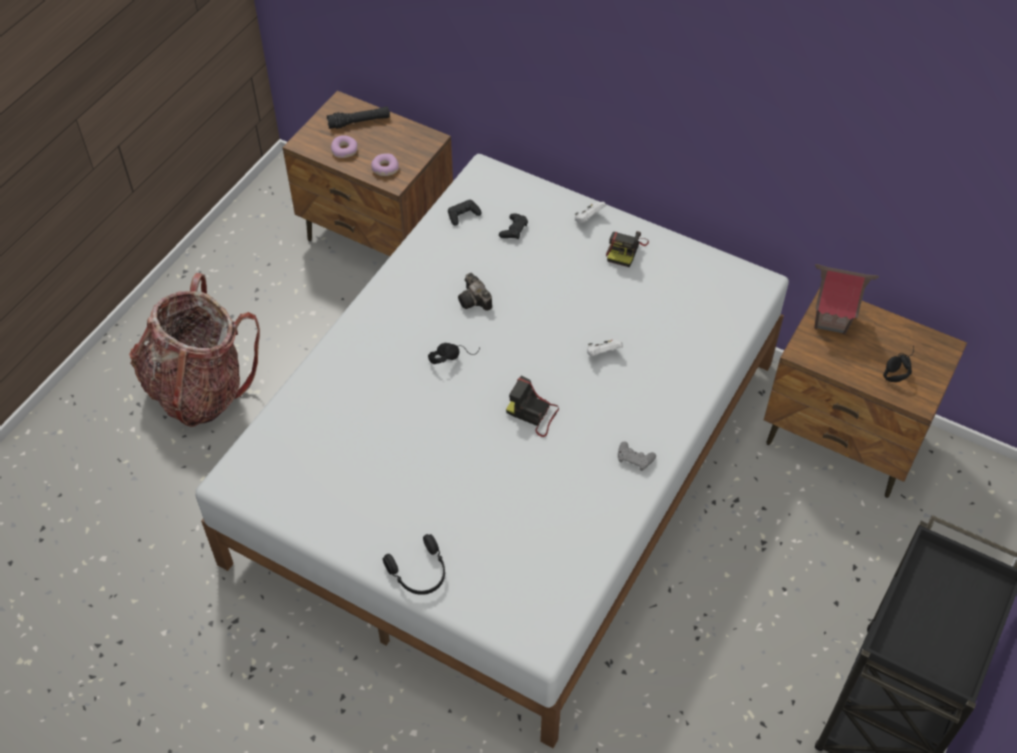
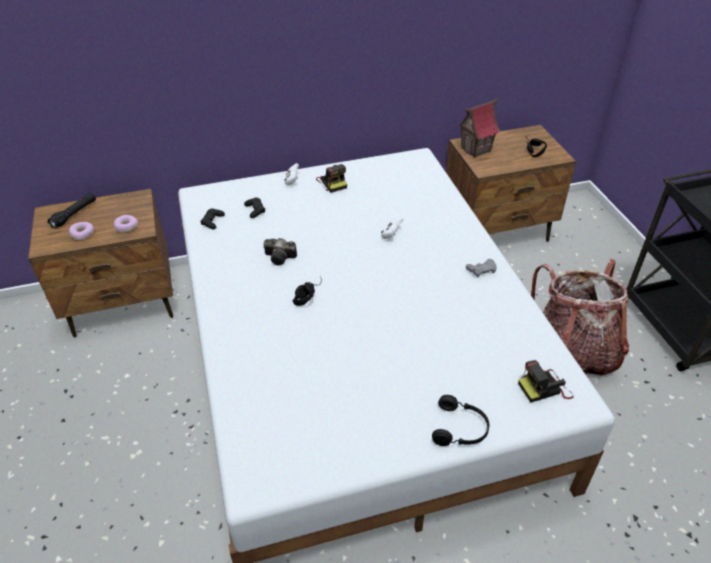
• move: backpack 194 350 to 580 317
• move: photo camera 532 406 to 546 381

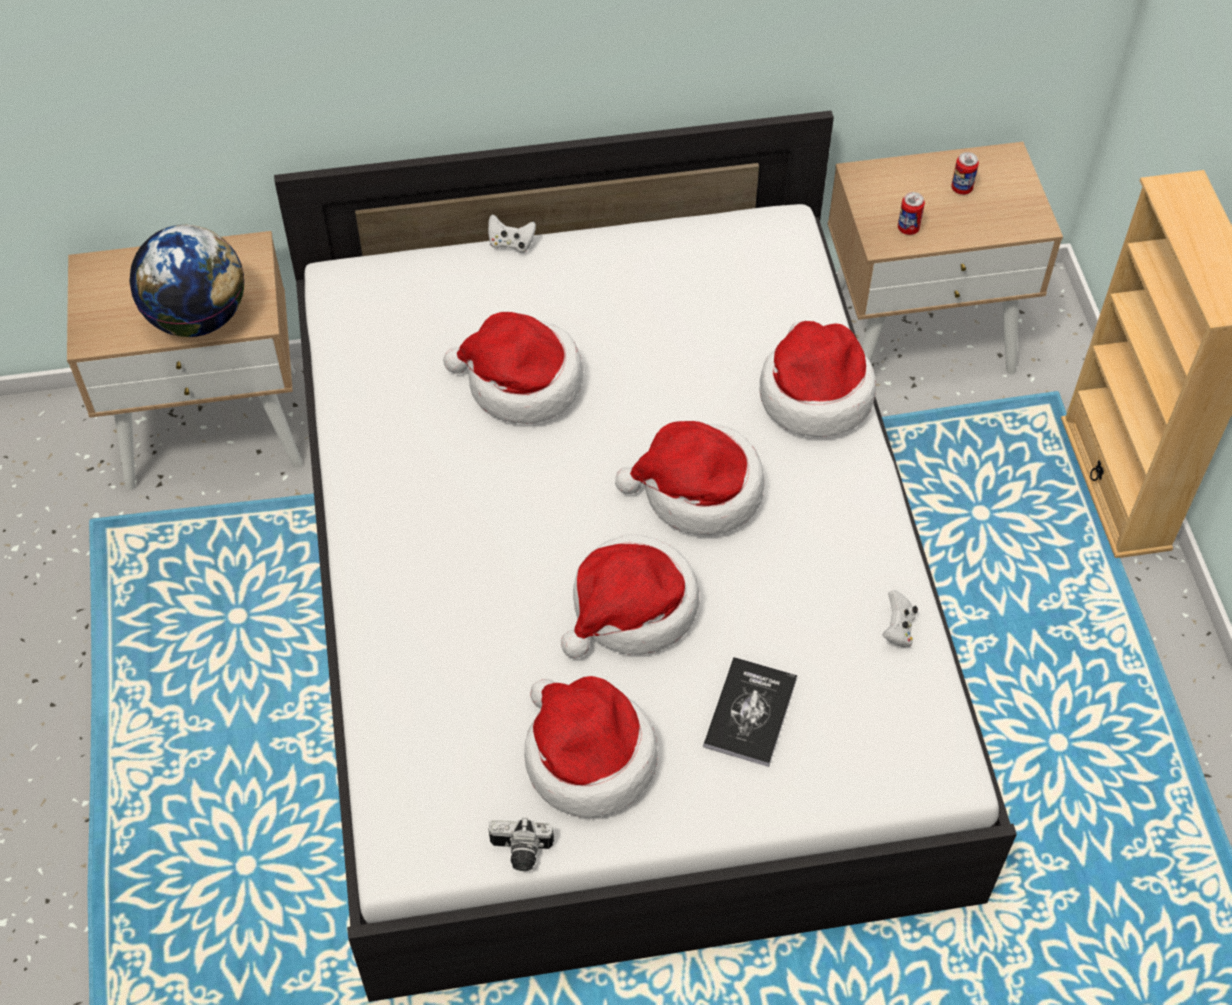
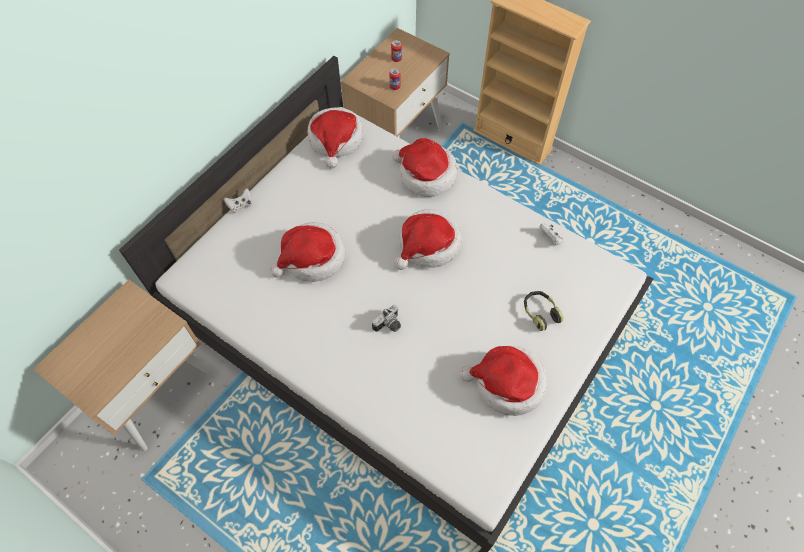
• delete: desk globe 187 281
• move: photo camera 521 844 to 386 318
• move: wearable hat 630 596 to 335 137
• replace: volume 750 712 to headset 543 311

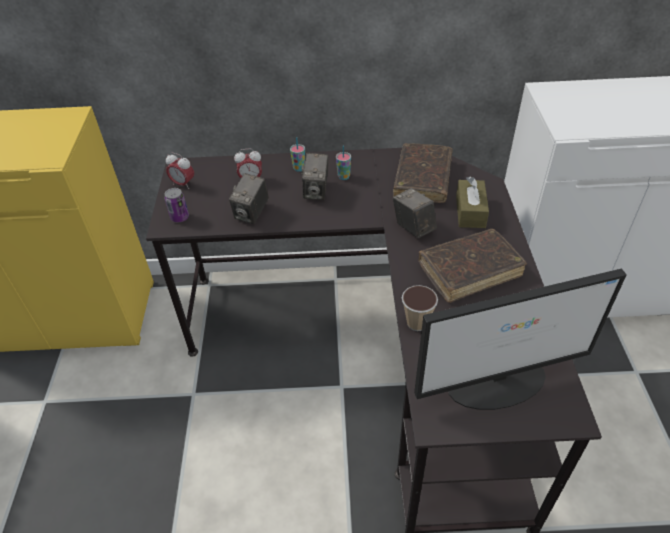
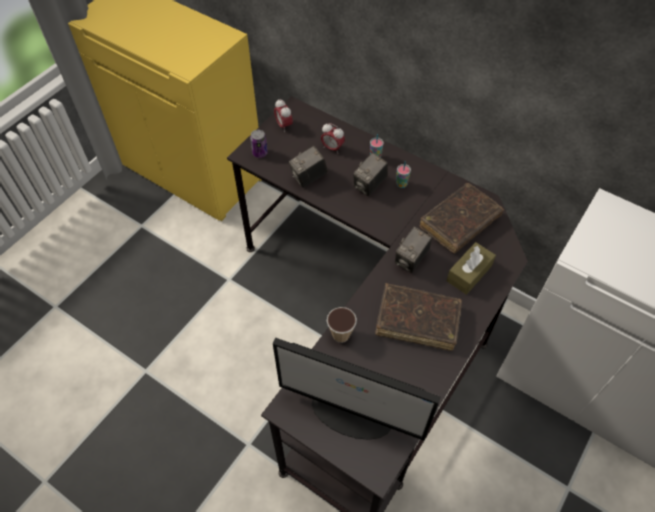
• rotate: photo camera 415 213 = 413 249 150 degrees counterclockwise

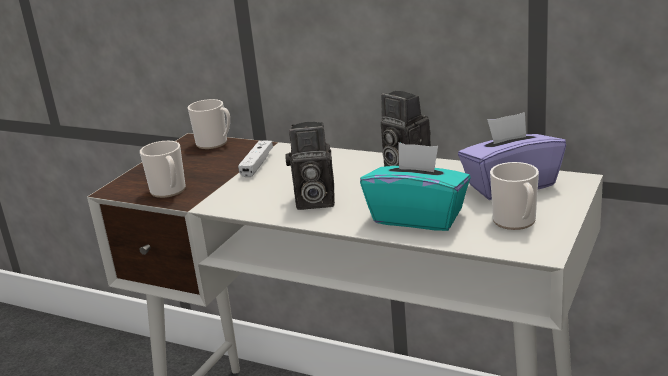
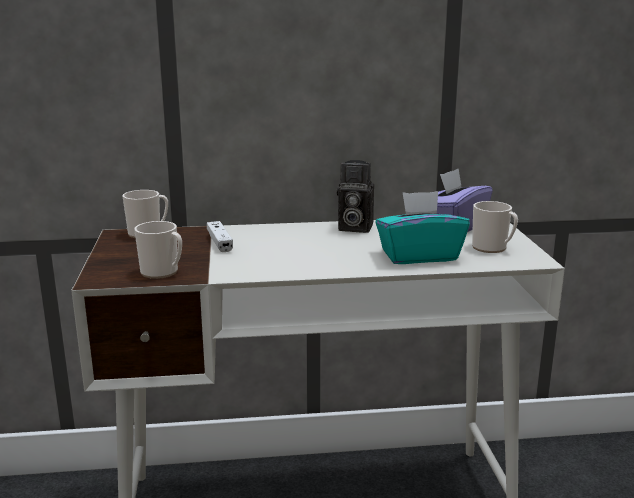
• delete: photo camera 310 166

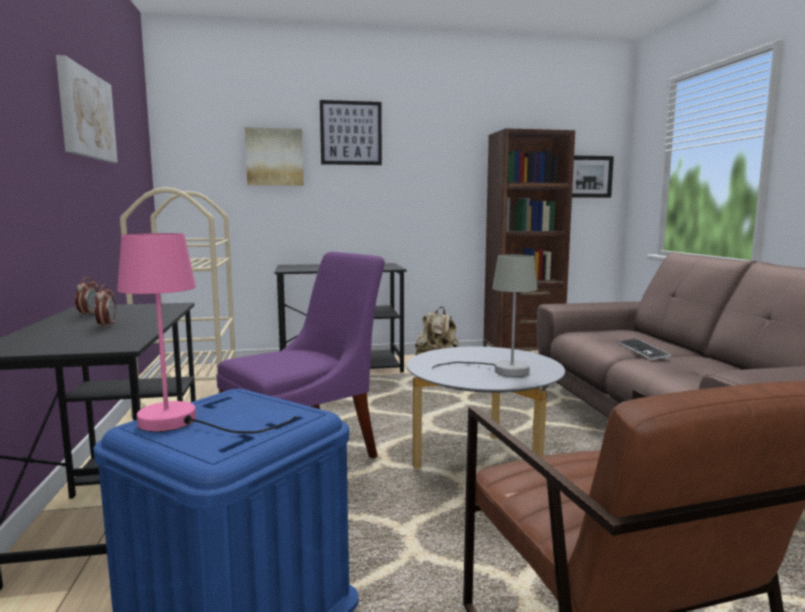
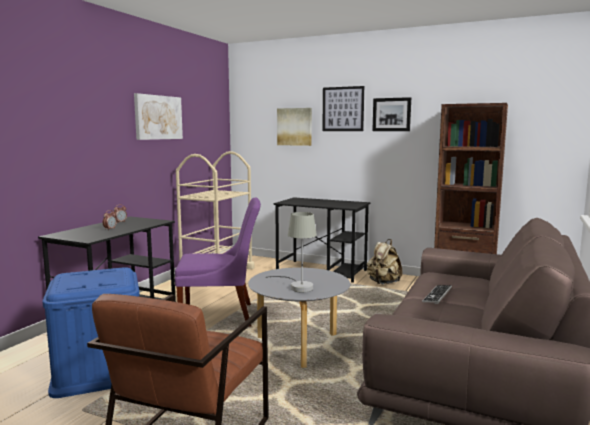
• delete: pinkish table lamp 206 333
• move: wall picture 593 176 to 391 114

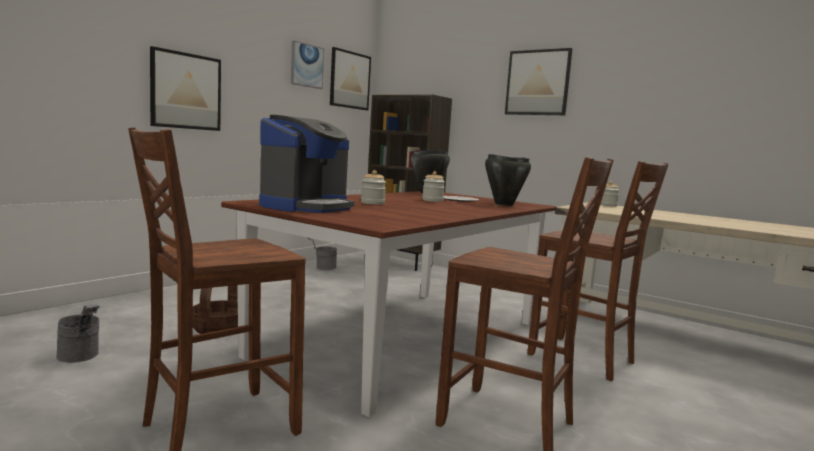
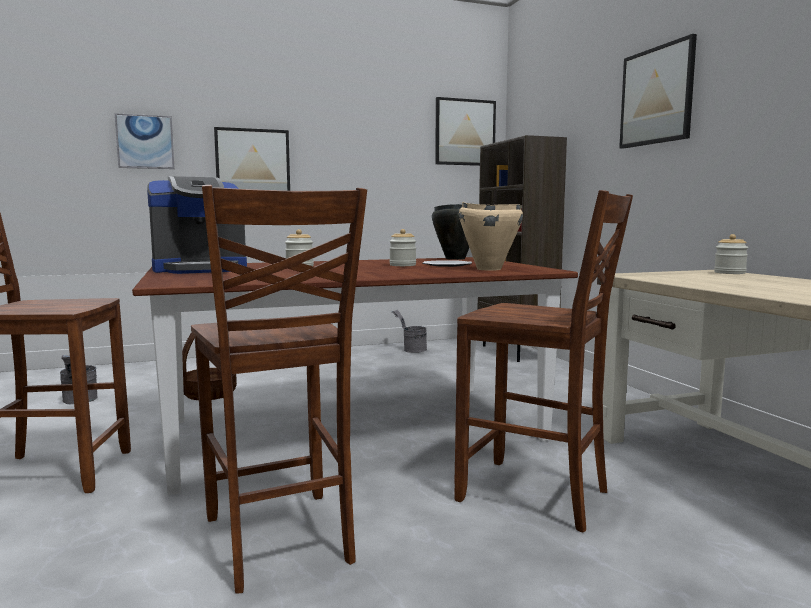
• move: wall picture 307 64 to 145 141
• recolor: blackish stockpot 508 180 to sand-coloured stockpot 491 236
• rotate: brown-coloured upright chair 598 271 = 543 361 45 degrees counterclockwise

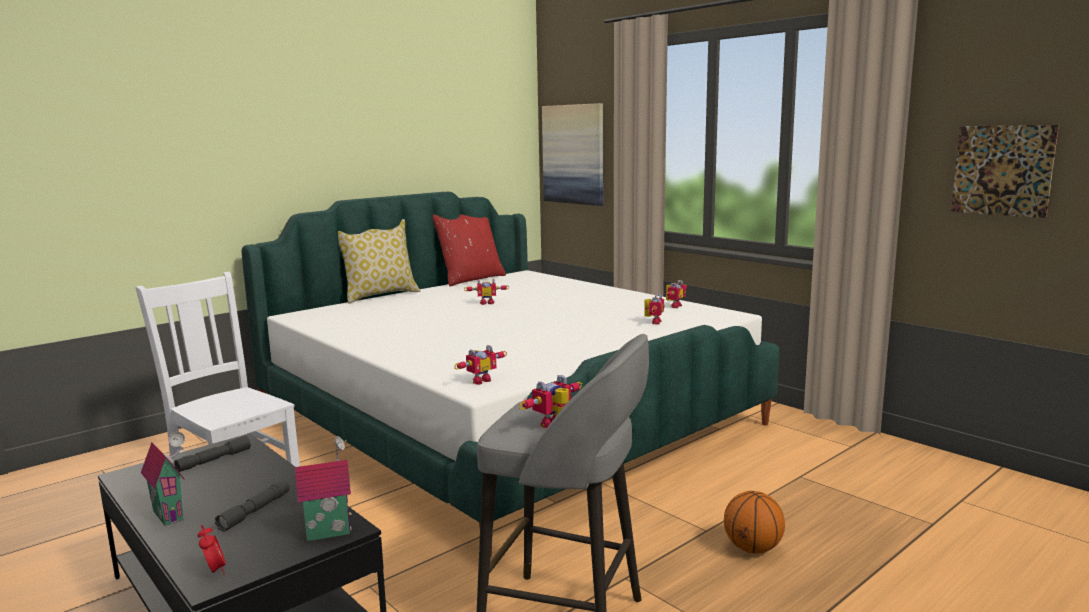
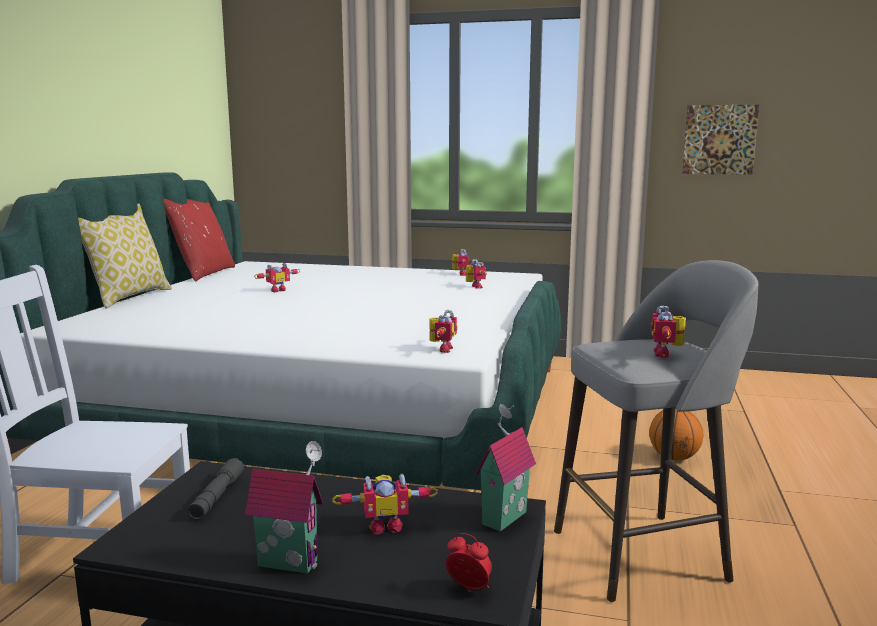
• replace: gray torch 252 506 to robot figure 385 503
• delete: wall picture 572 154

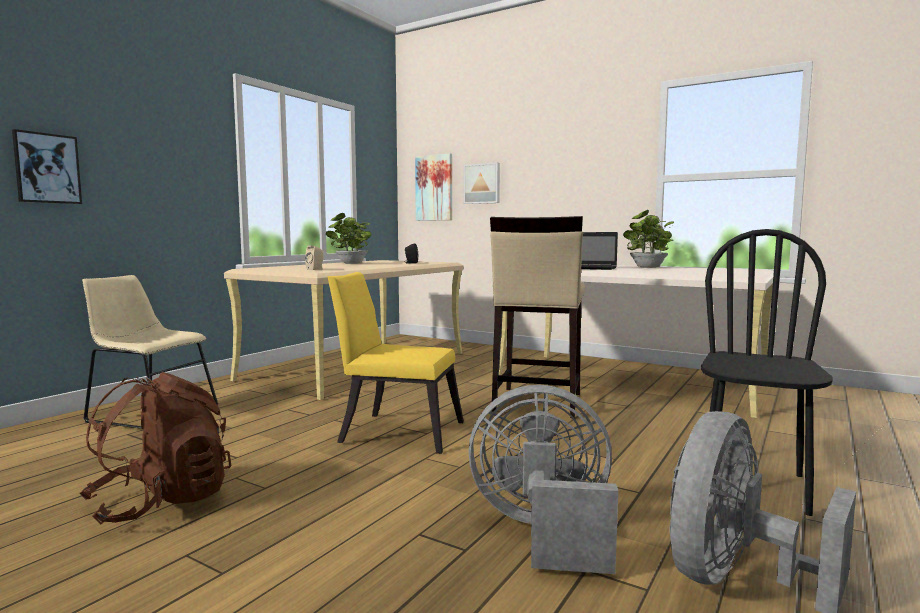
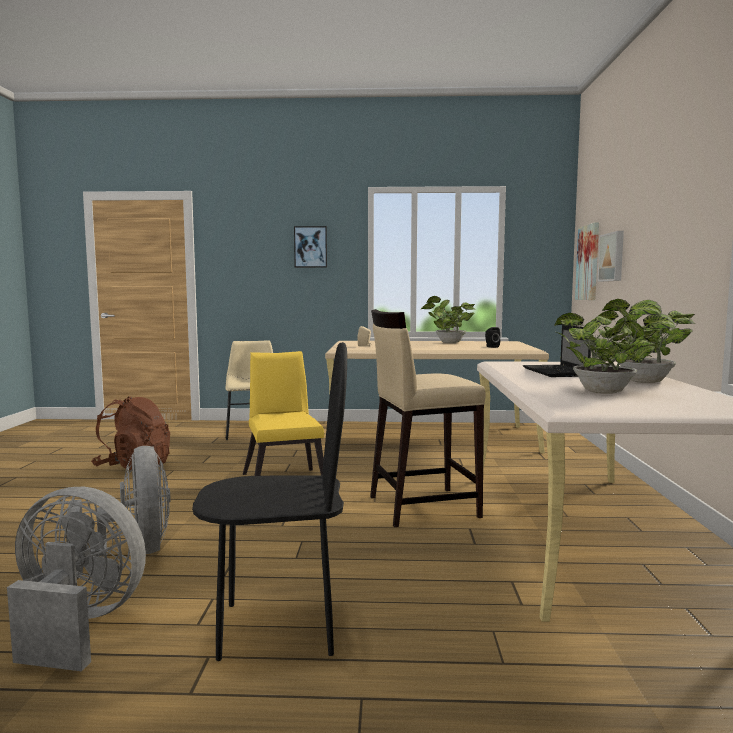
• move: wall picture 47 166 to 310 247
• insert: potted plant 615 347

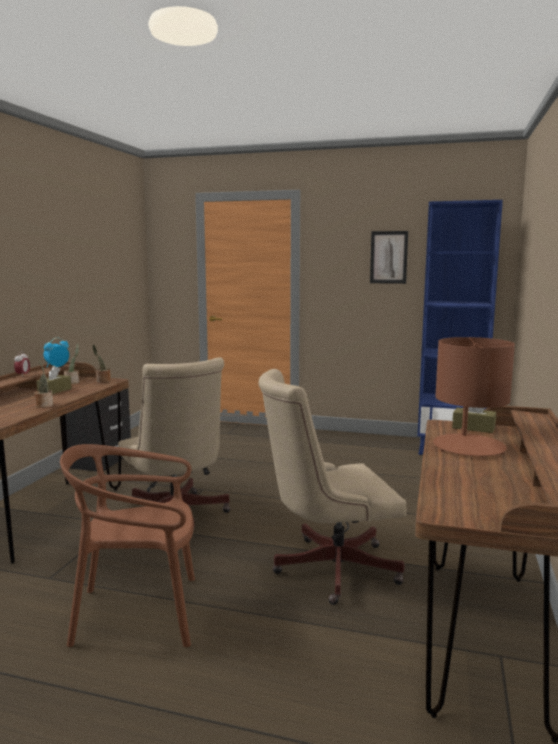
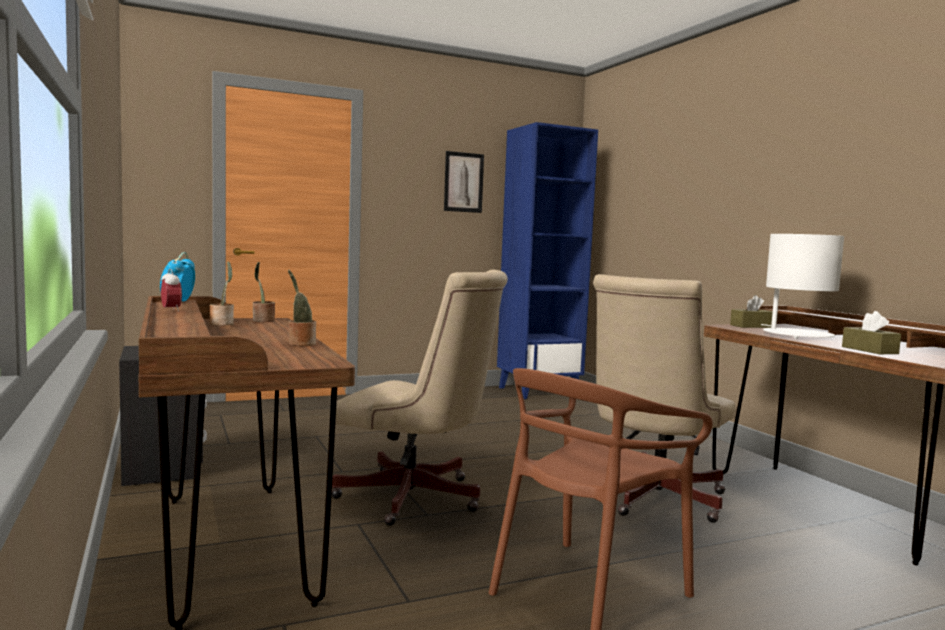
• move: brown-coloured tissue holder 54 380 to 871 332
• recolor: brown-coloured table lamp 474 396 to white-coloured table lamp 802 286

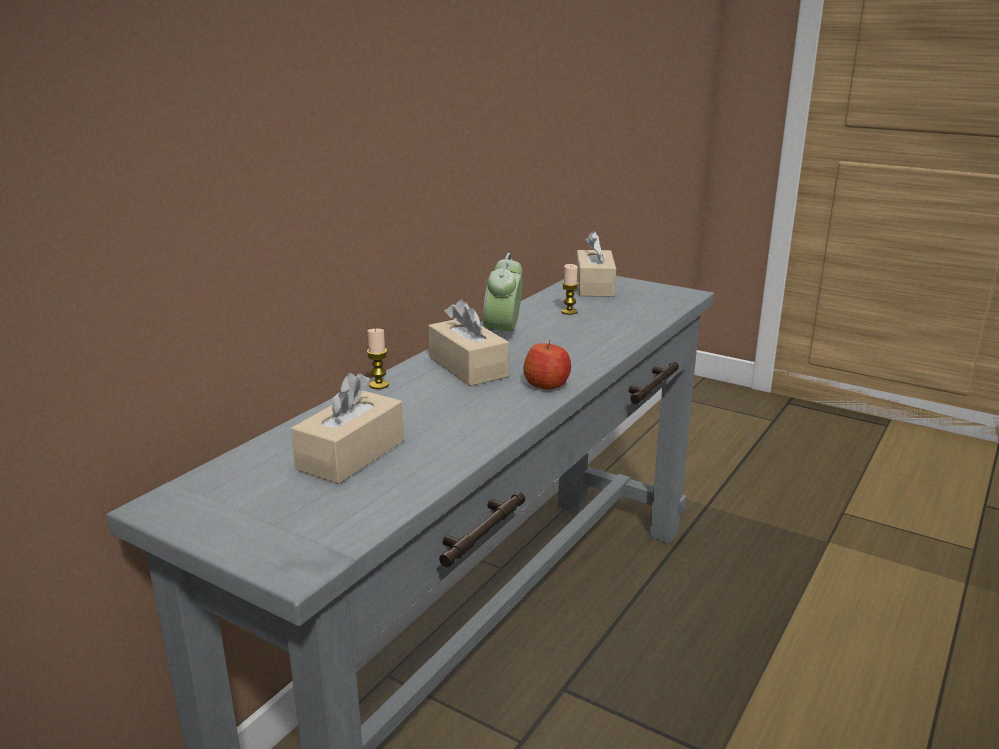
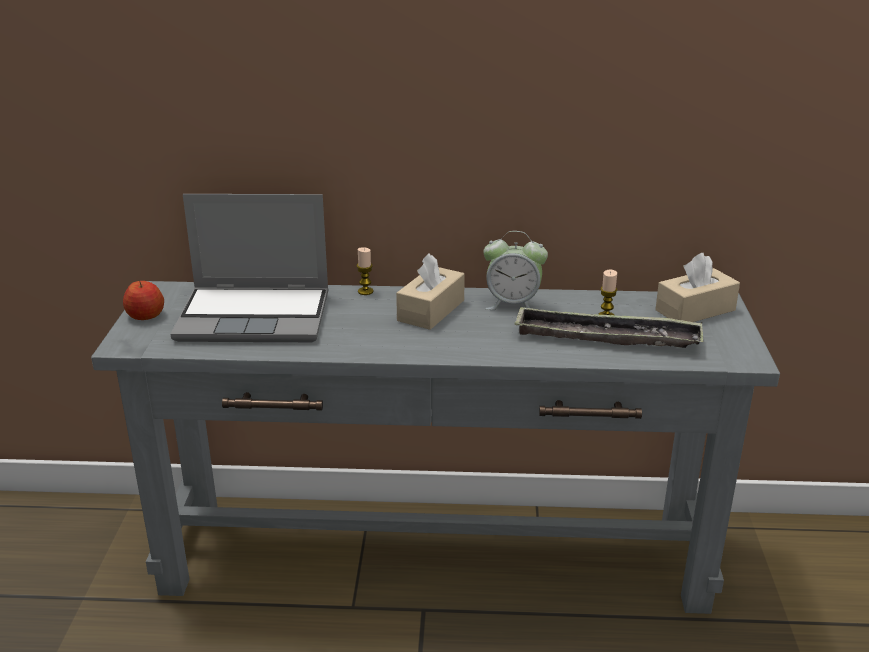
• replace: sand-coloured tissue holder 347 428 to notebook computer 249 268
• rotate: table clock 503 292 = 515 270 150 degrees counterclockwise
• move: apple fruit 547 364 to 143 300
• insert: carrying tray 609 327

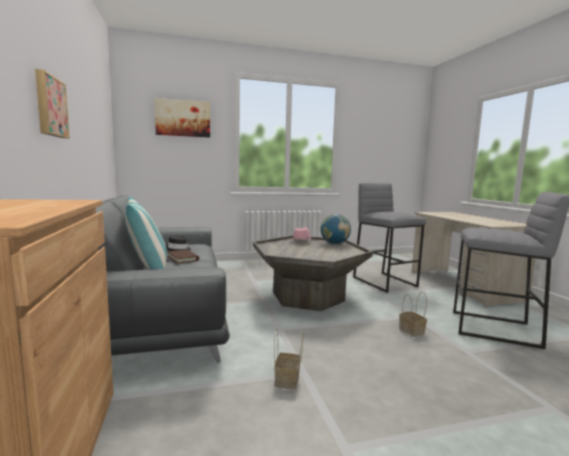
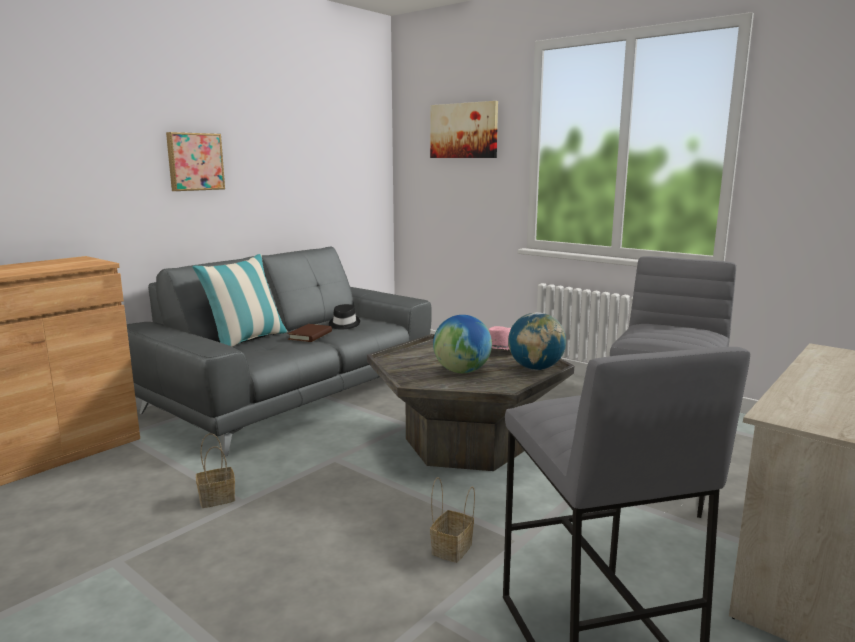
• insert: desk globe 462 344

